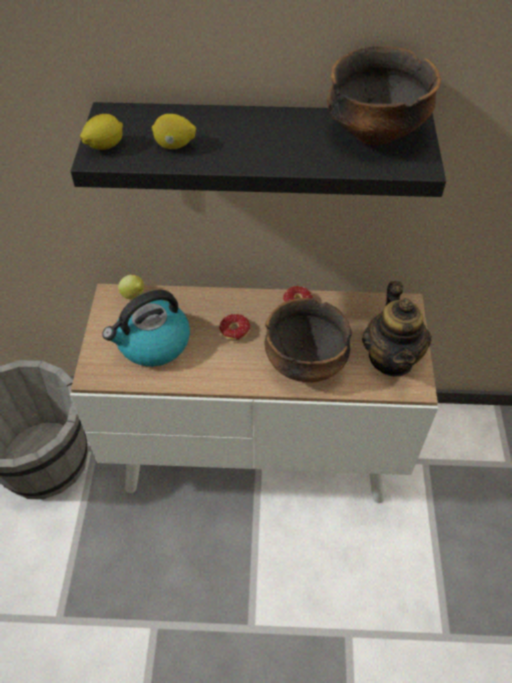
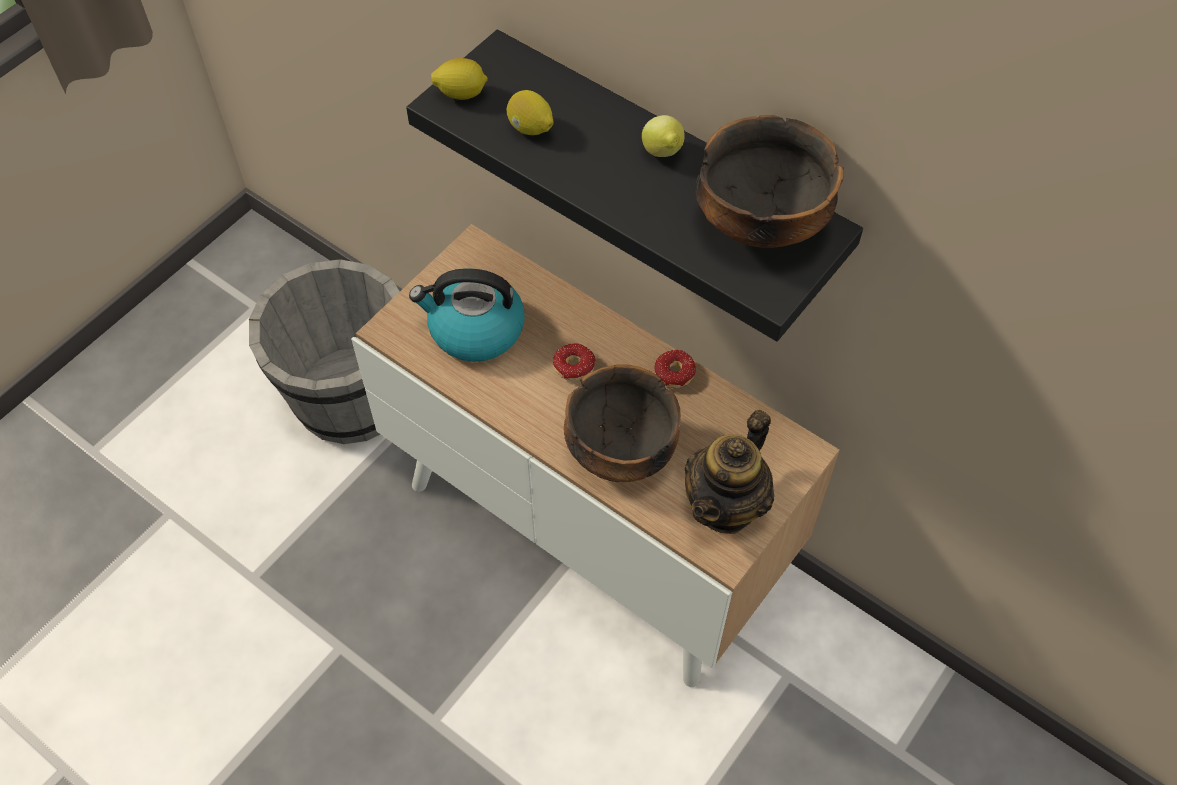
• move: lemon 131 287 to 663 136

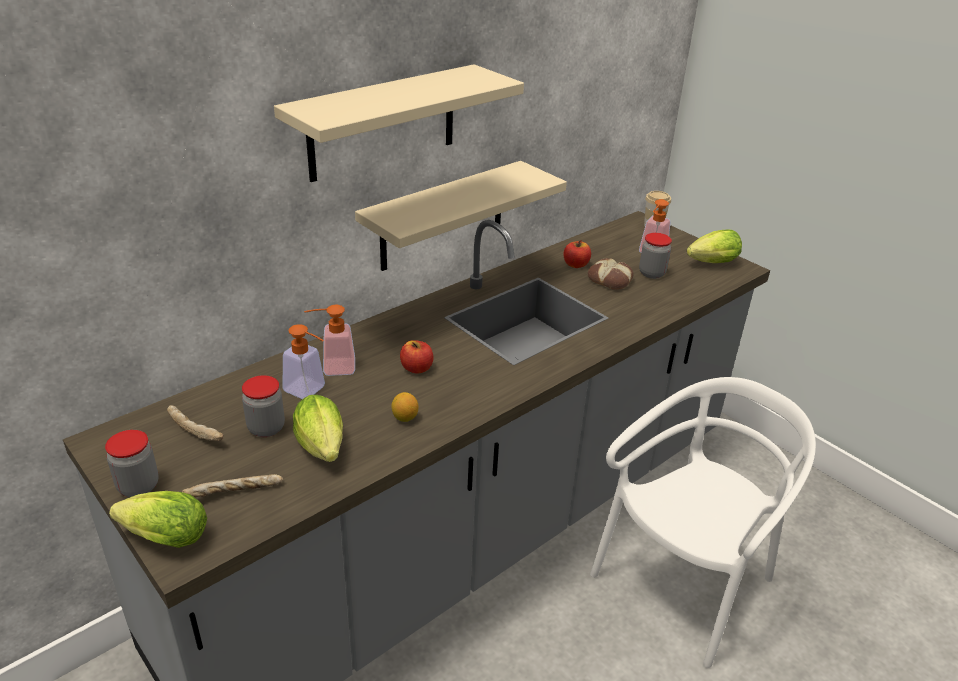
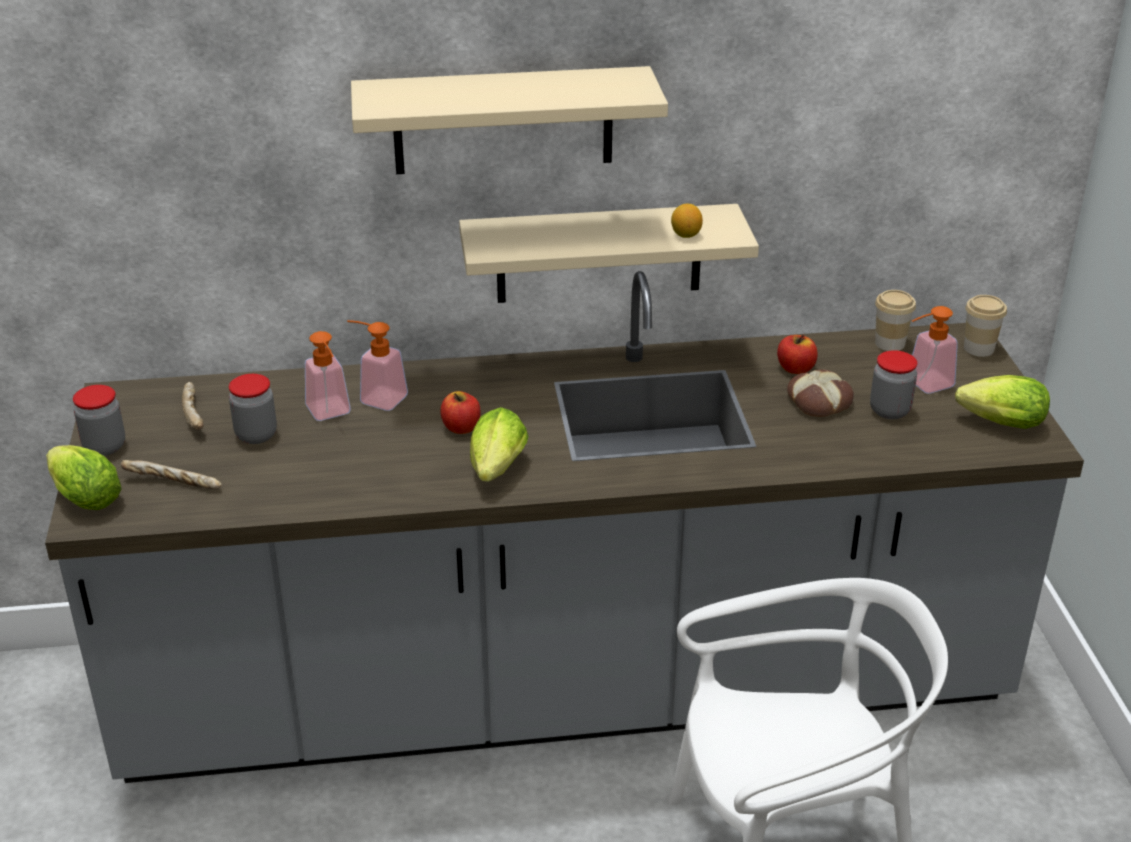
• move: lettuce head 318 428 to 499 444
• move: lemon 404 407 to 687 221
• insert: small cup 895 320

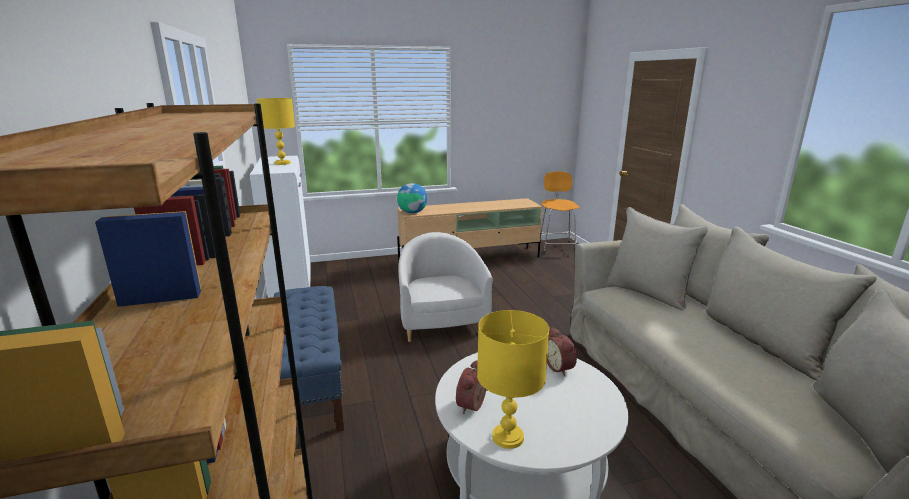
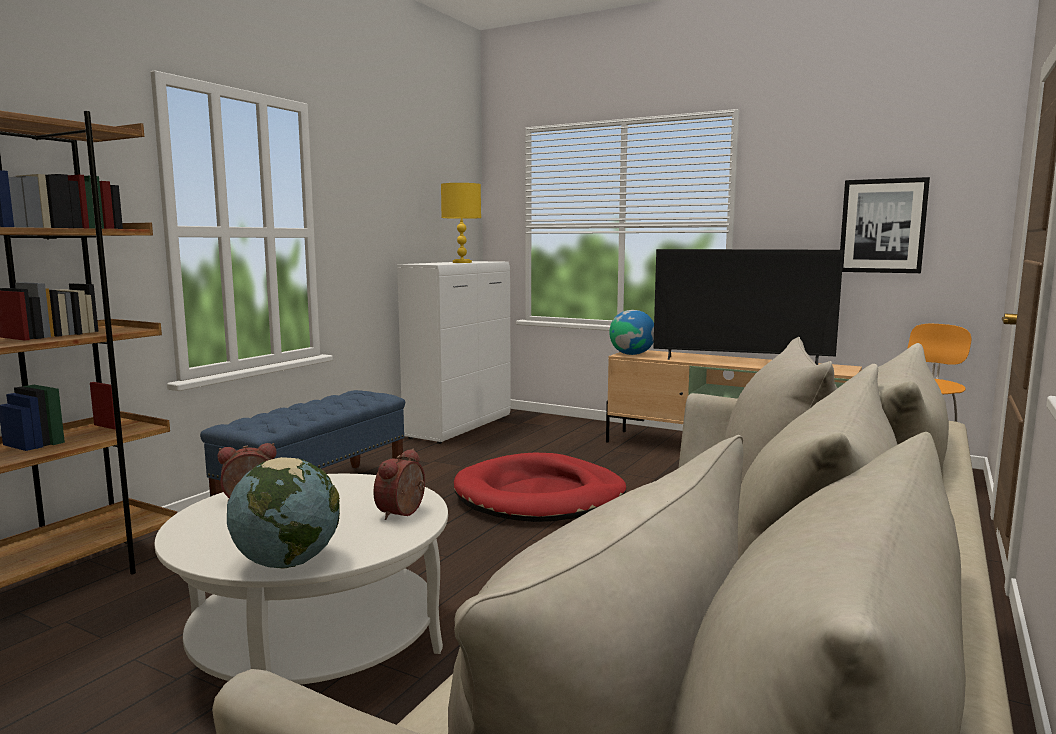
• replace: white-coloured lounge chair 445 287 to red pet bed 540 487
• delete: yellow table lamp 513 379
• insert: desk globe 283 513
• insert: TV set 748 307
• insert: wall picture 885 225

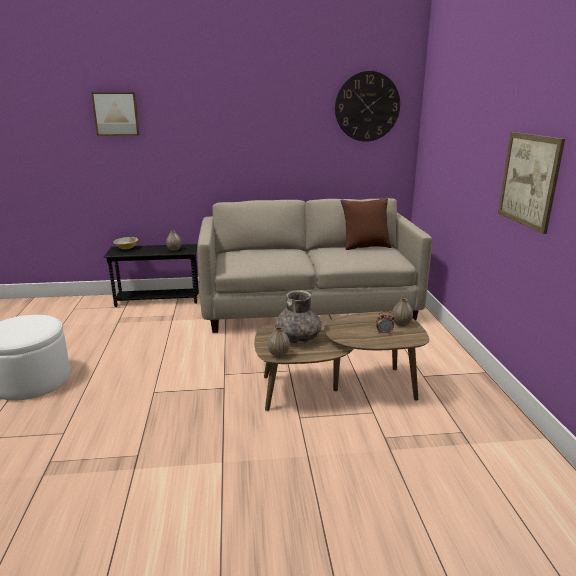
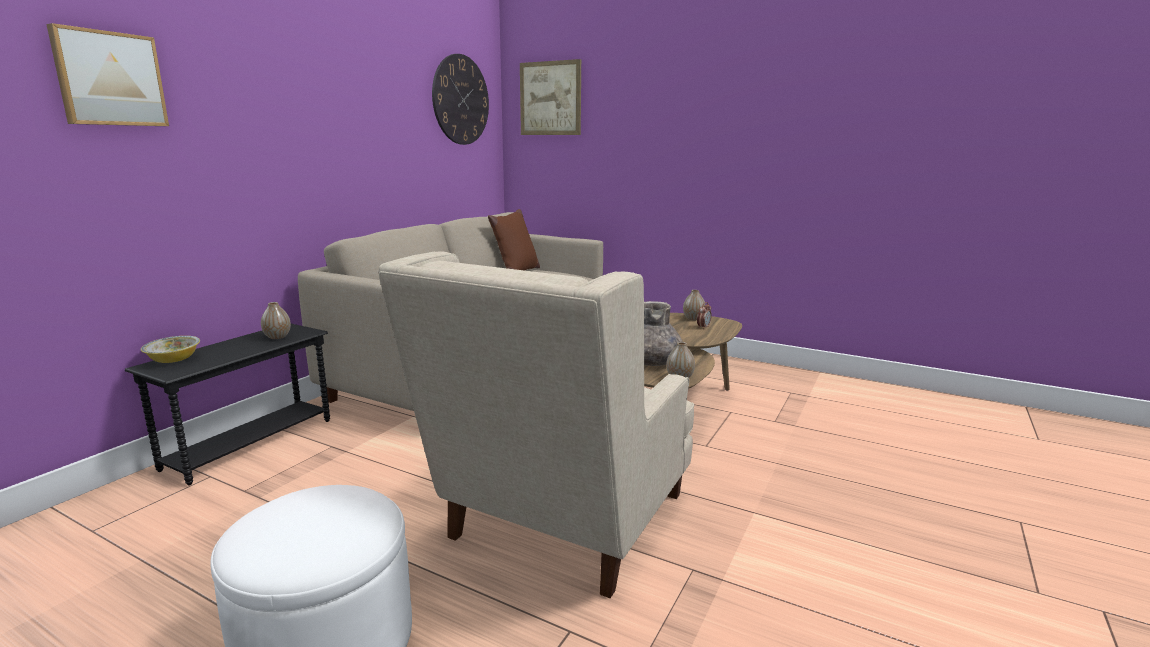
• move: wall picture 531 183 to 550 97
• insert: sand-coloured lounge chair 536 424

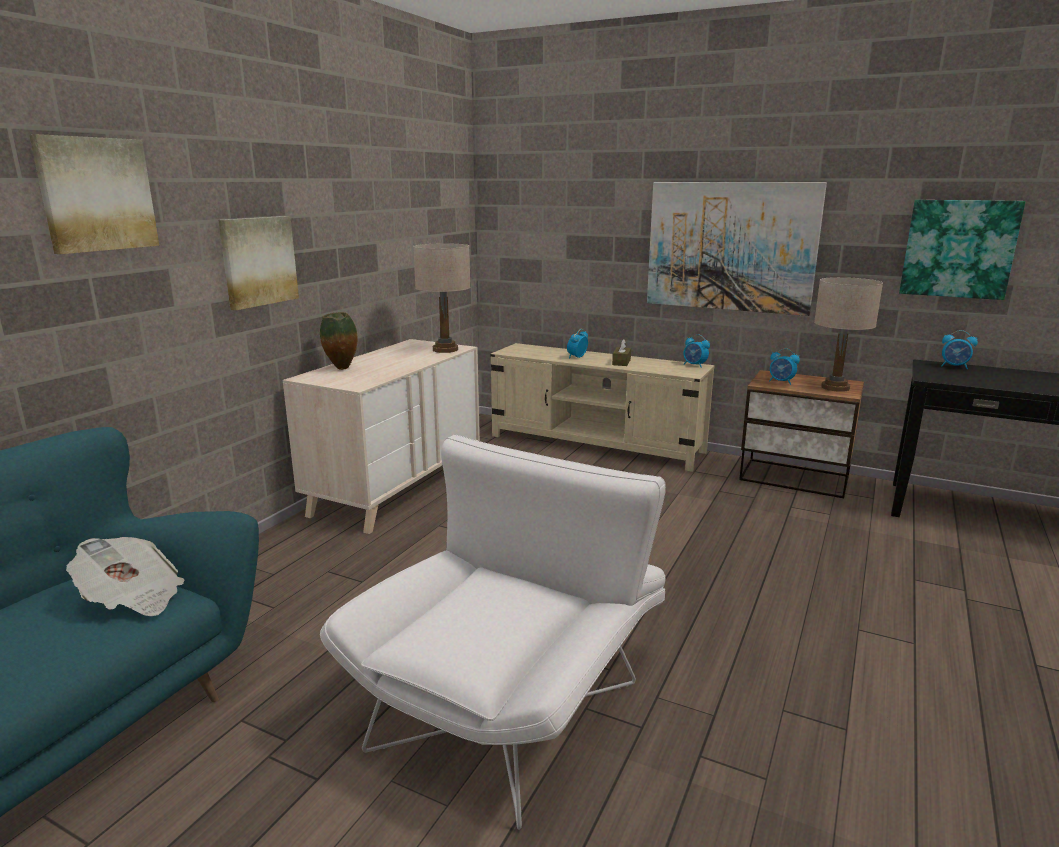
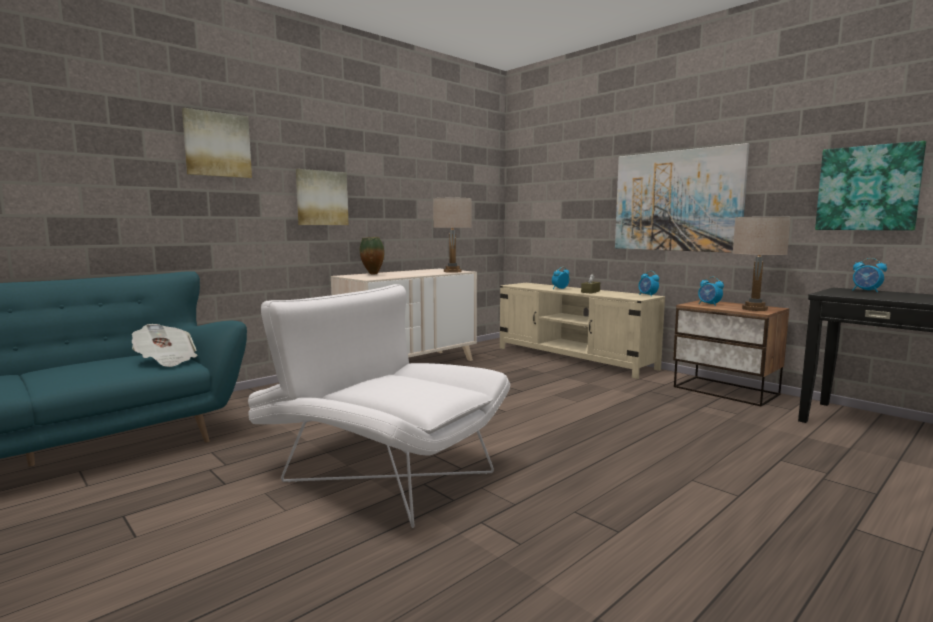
• rotate: white-coloured lounge chair 493 632 = 379 406 105 degrees counterclockwise

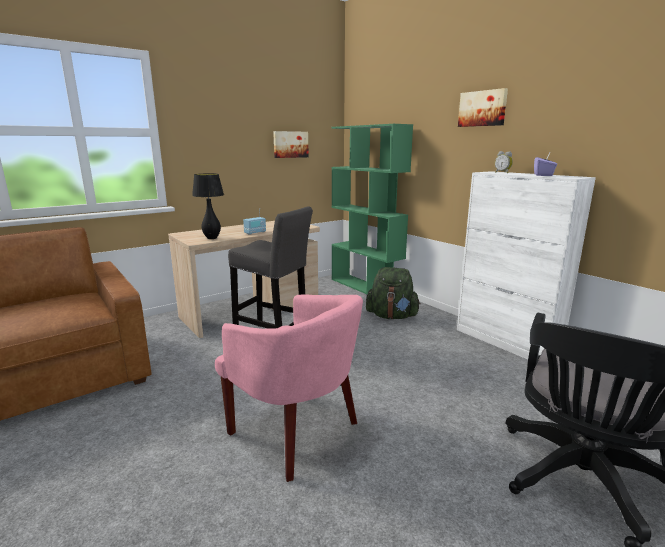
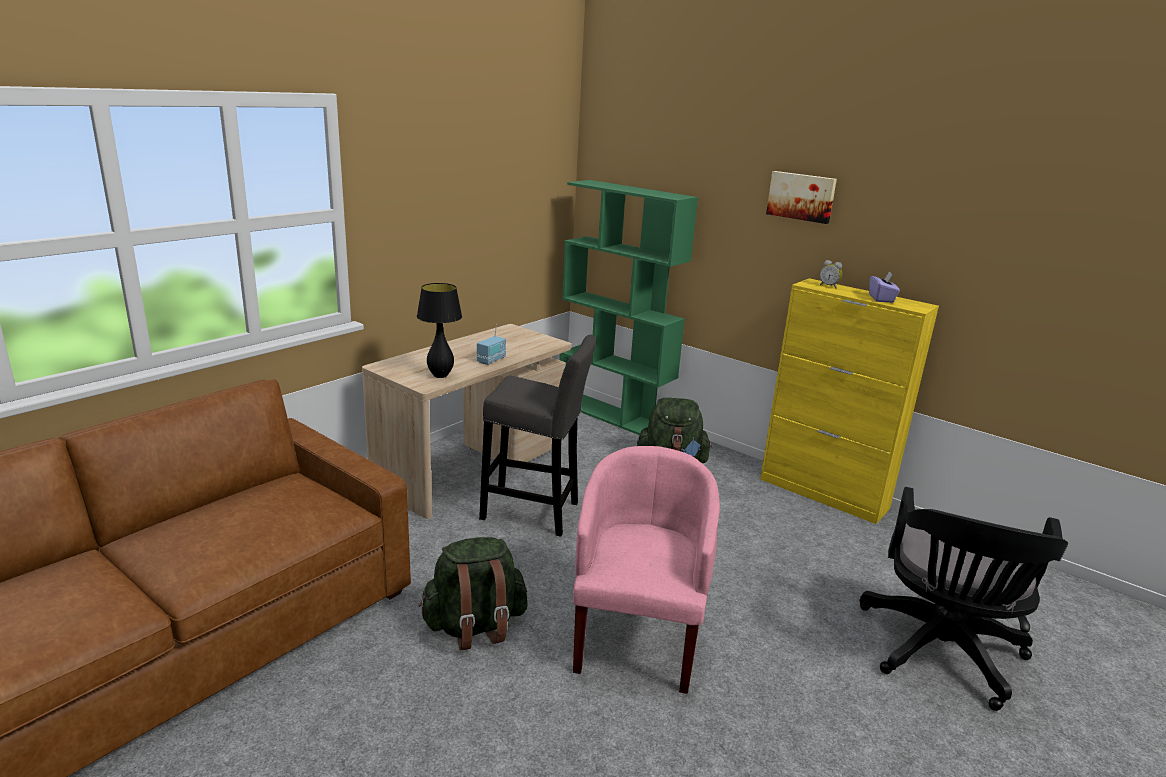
• rotate: pinkish lounge chair 289 388 = 646 570 105 degrees counterclockwise
• delete: wall picture 291 144
• recolor: white-coloured cabinet 526 265 to yellow cabinet 849 401
• insert: green-coloured backpack 473 593

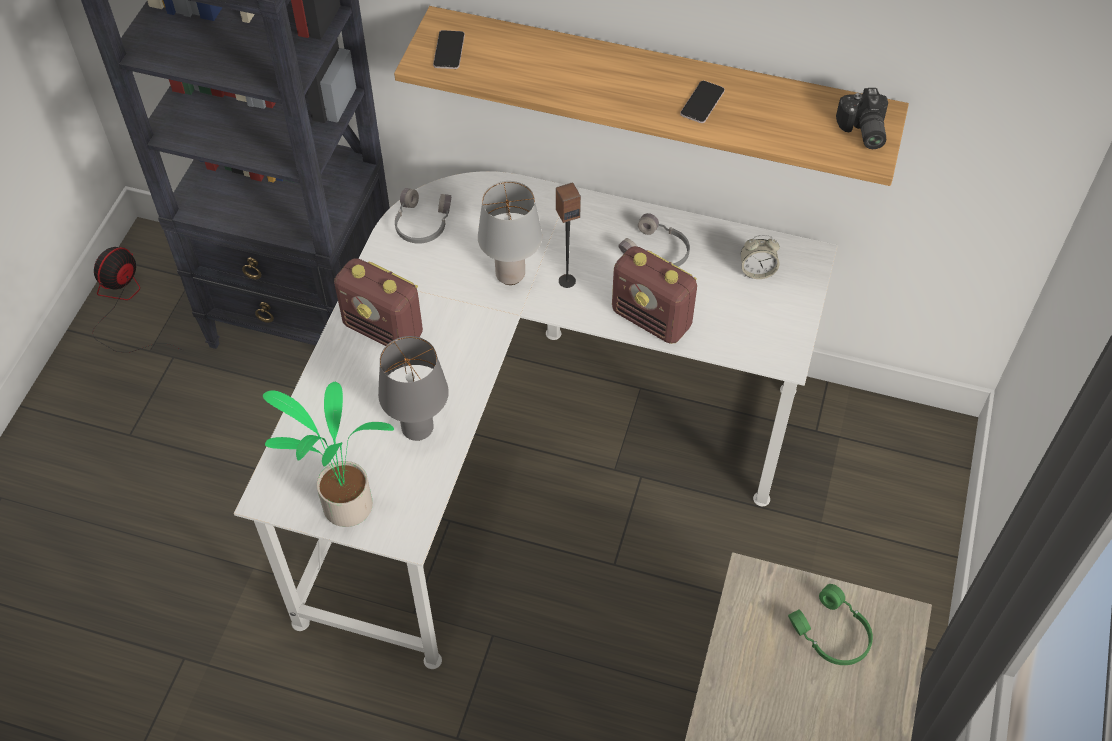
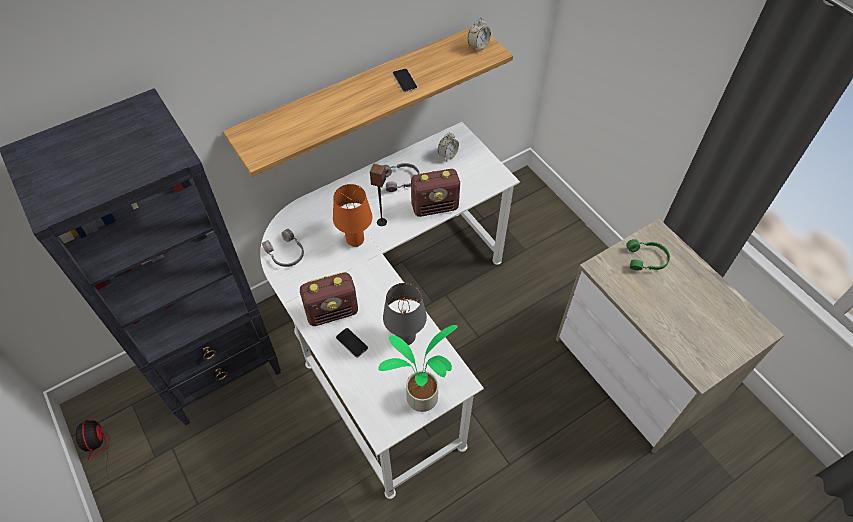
• move: telephone 449 49 to 352 343
• recolor: gray table lamp 510 233 to orange-coloured table lamp 352 215
• replace: photo camera 862 118 to table clock 479 34

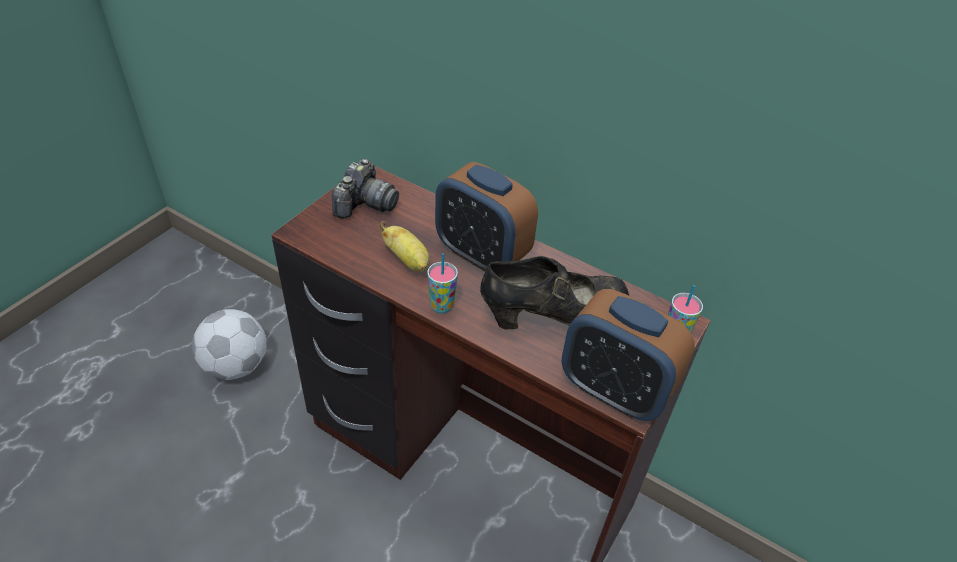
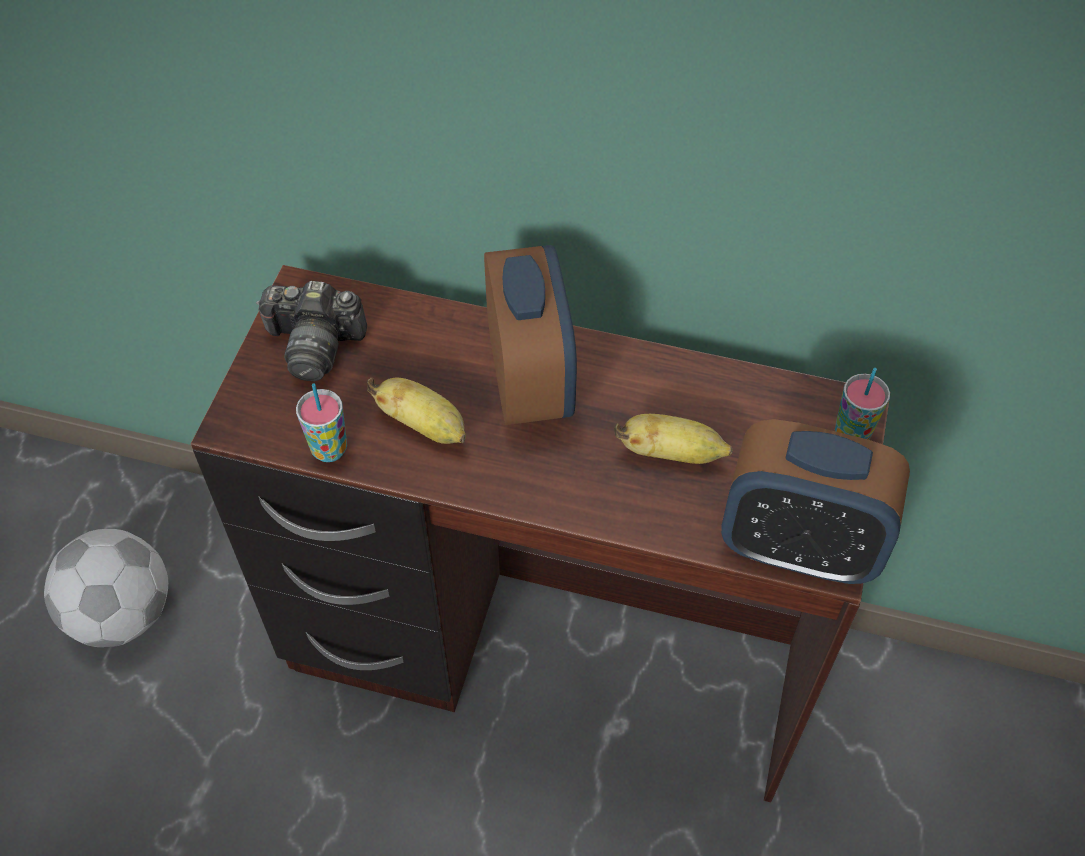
• rotate: photo camera 365 188 = 311 331 90 degrees clockwise
• move: small cup 442 283 to 321 423
• rotate: table clock 486 217 = 530 335 120 degrees counterclockwise
• replace: blackish item of footwear 554 292 to banana fruit 673 439

